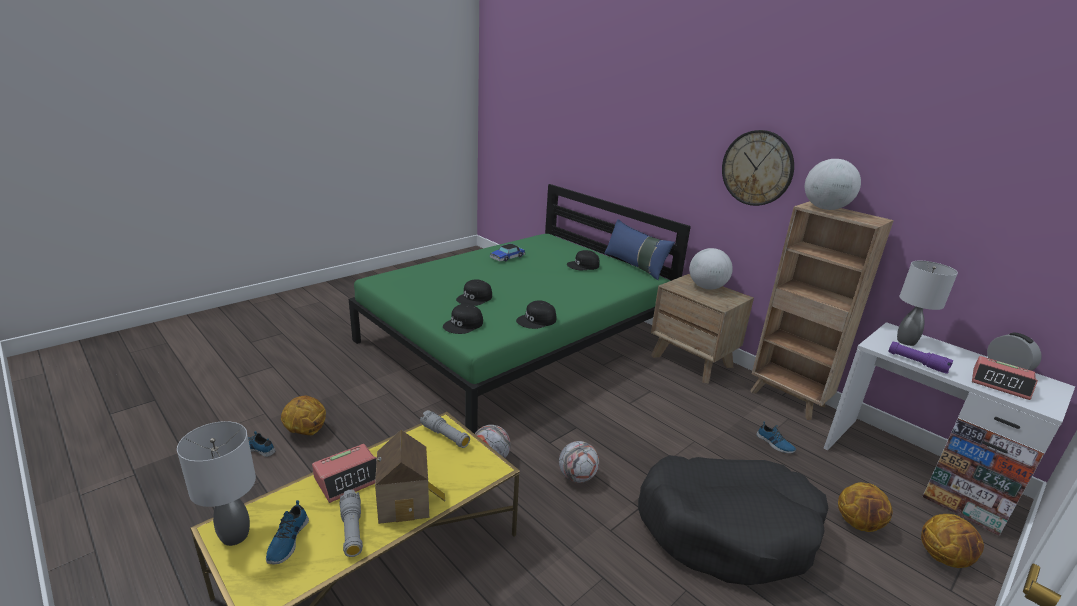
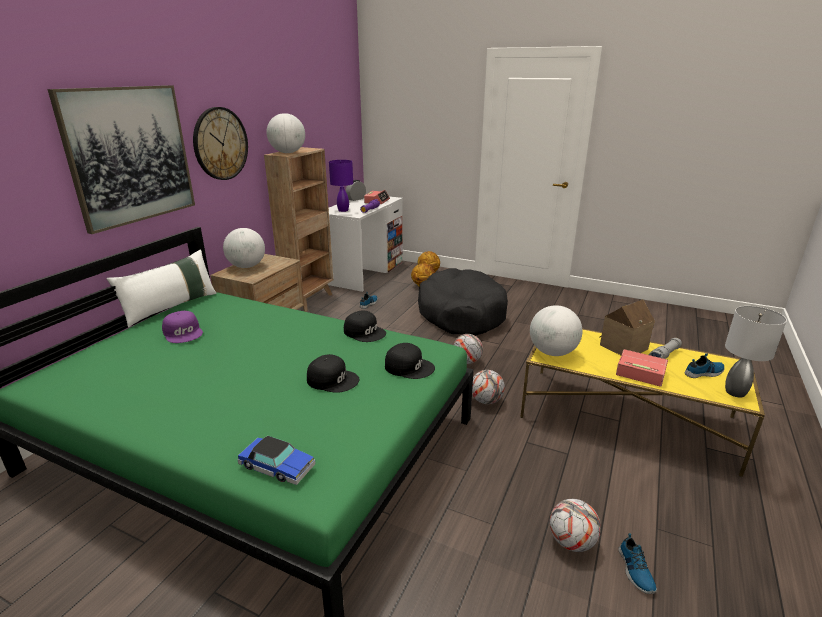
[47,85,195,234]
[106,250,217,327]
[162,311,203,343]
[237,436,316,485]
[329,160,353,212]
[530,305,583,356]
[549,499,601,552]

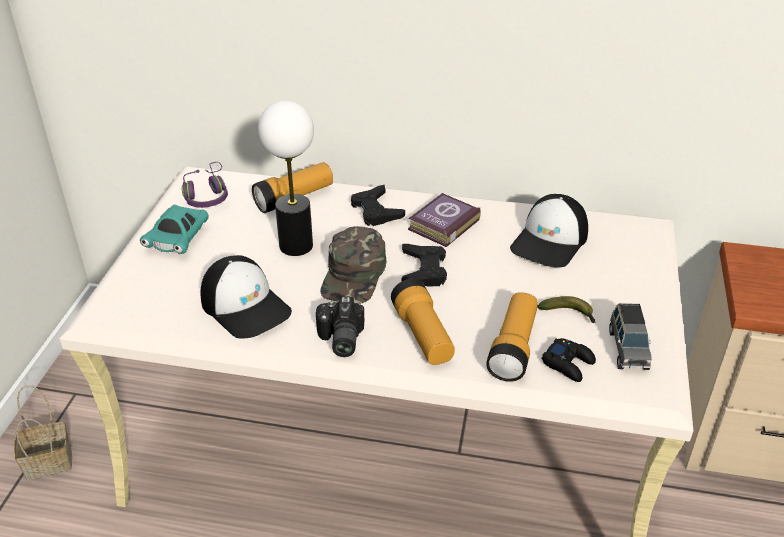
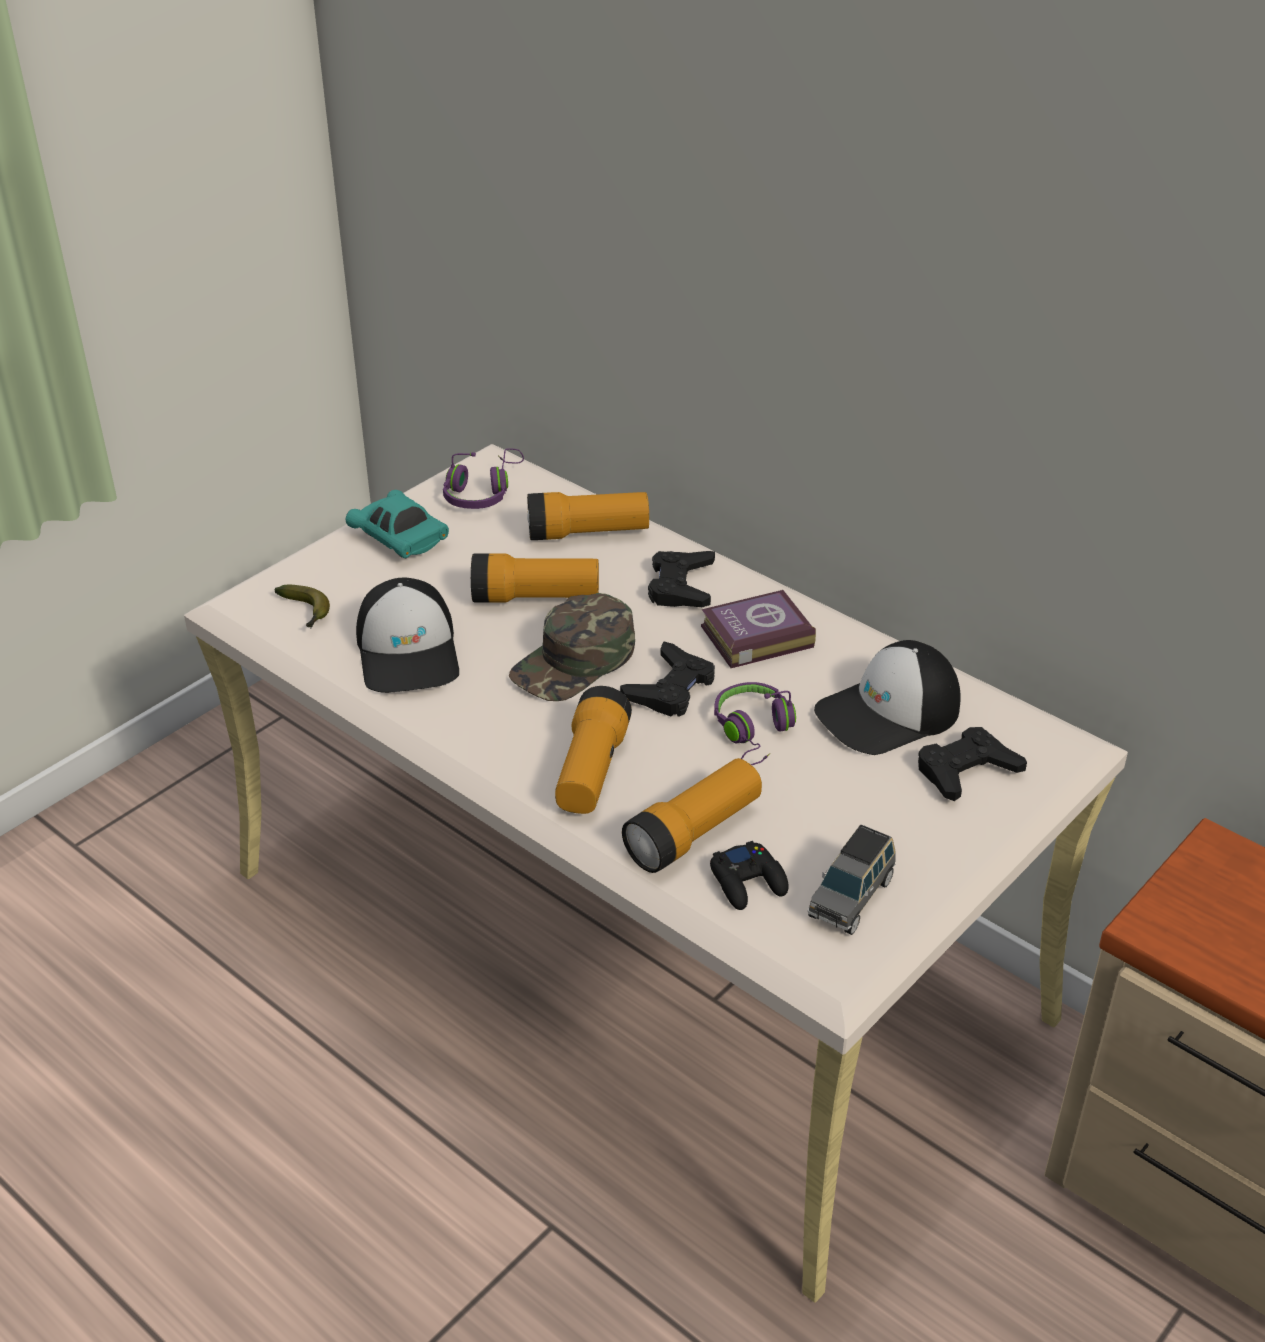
[274,584,330,629]
[345,490,449,558]
[471,553,599,603]
[714,682,796,765]
[918,727,1027,801]
[14,385,72,480] (first image)
[316,296,364,357] (first image)

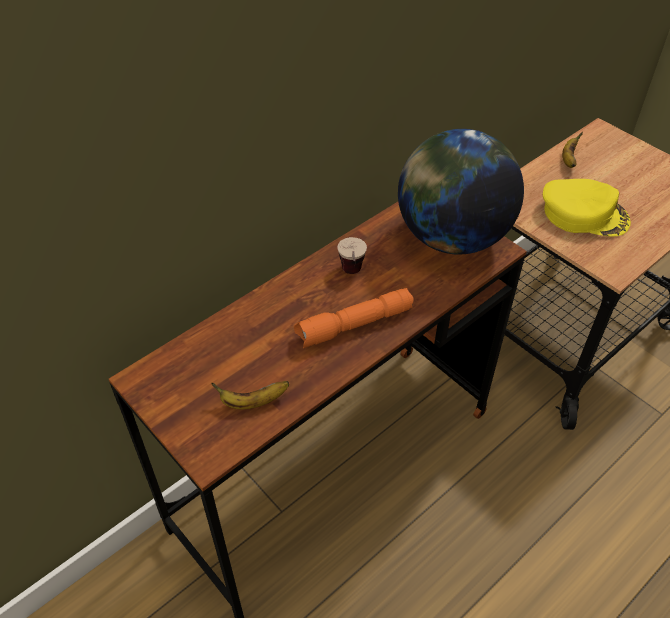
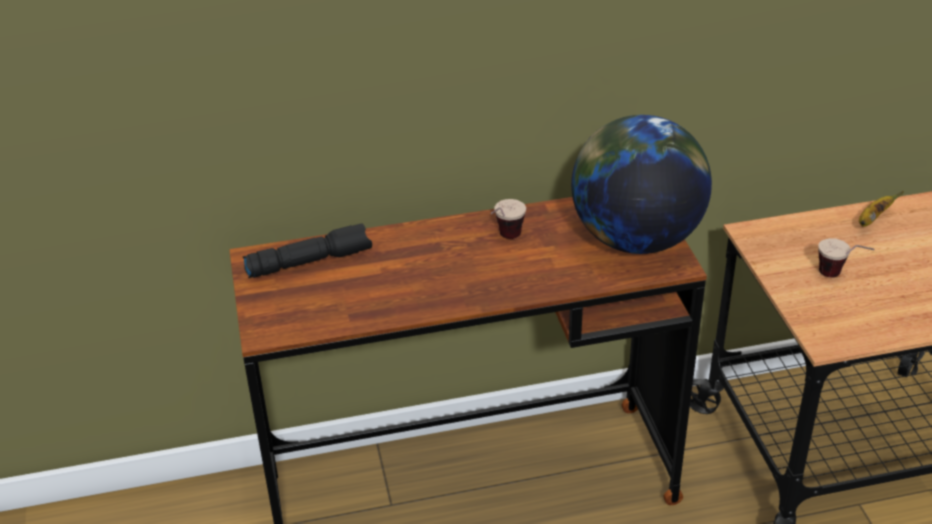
[243,224,372,278]
[818,238,875,278]
[211,381,289,410] (first image)
[294,288,414,348] (first image)

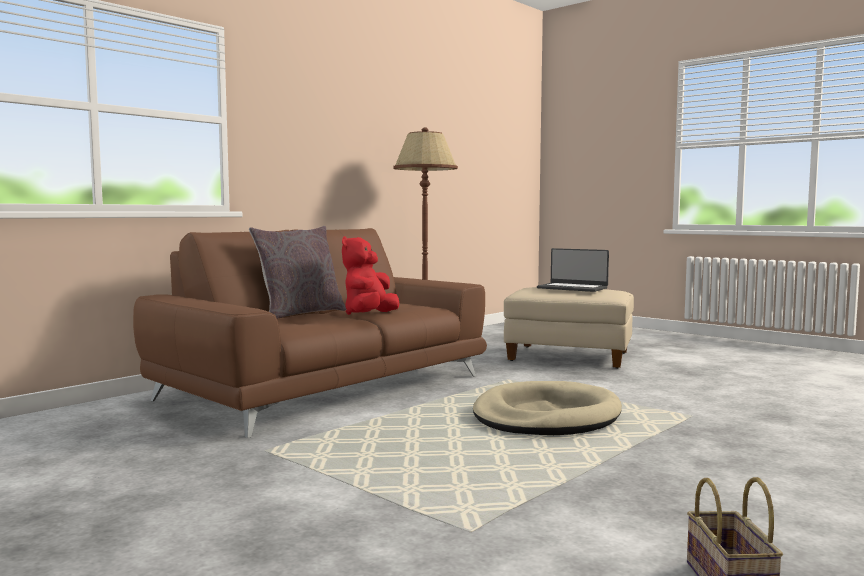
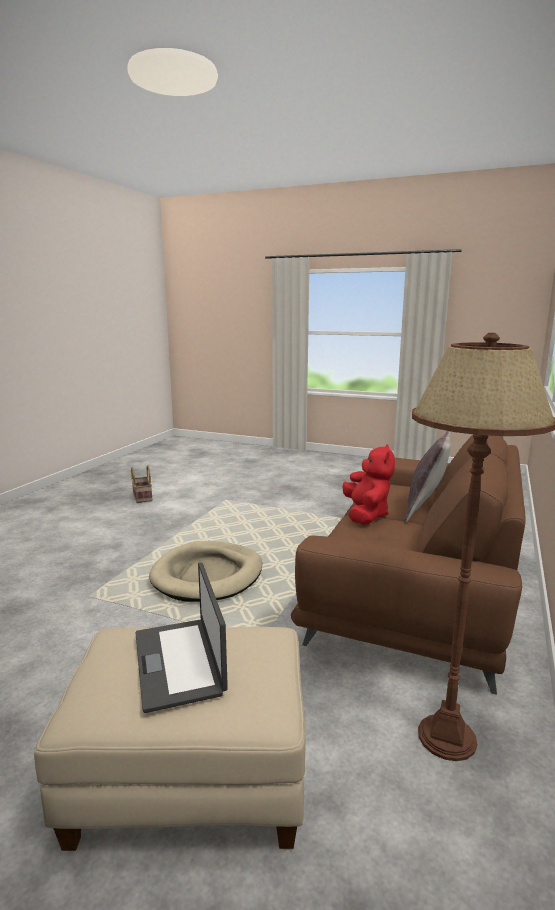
[135,562,228,713]

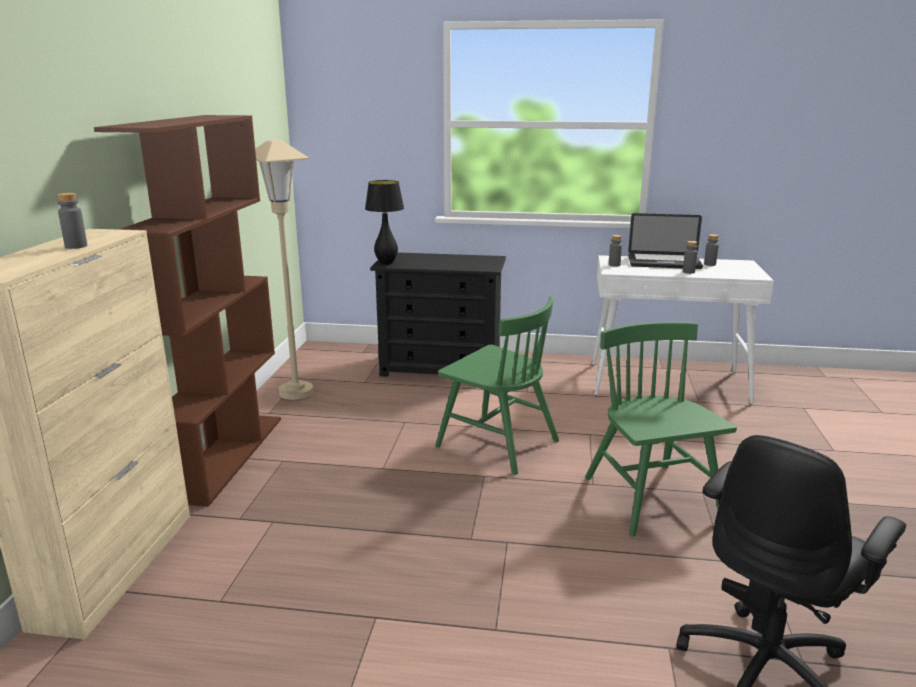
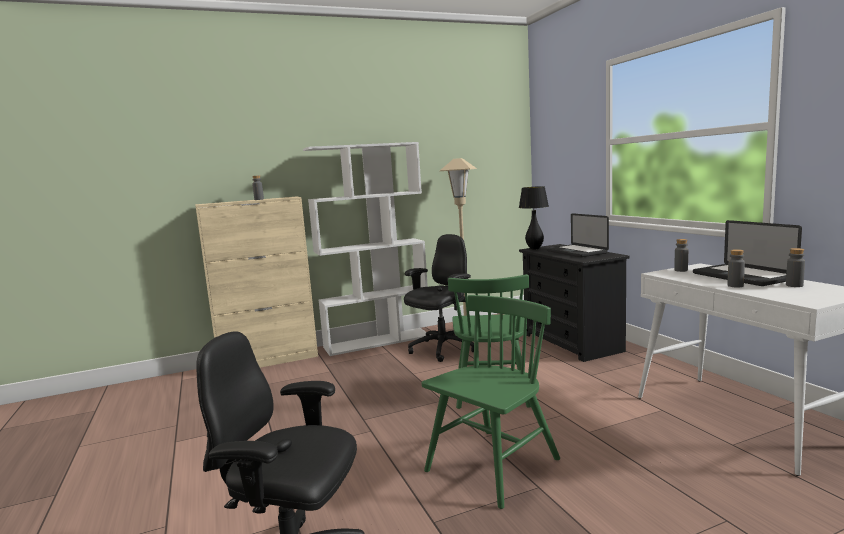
[303,142,428,356]
[404,234,474,362]
[546,213,609,257]

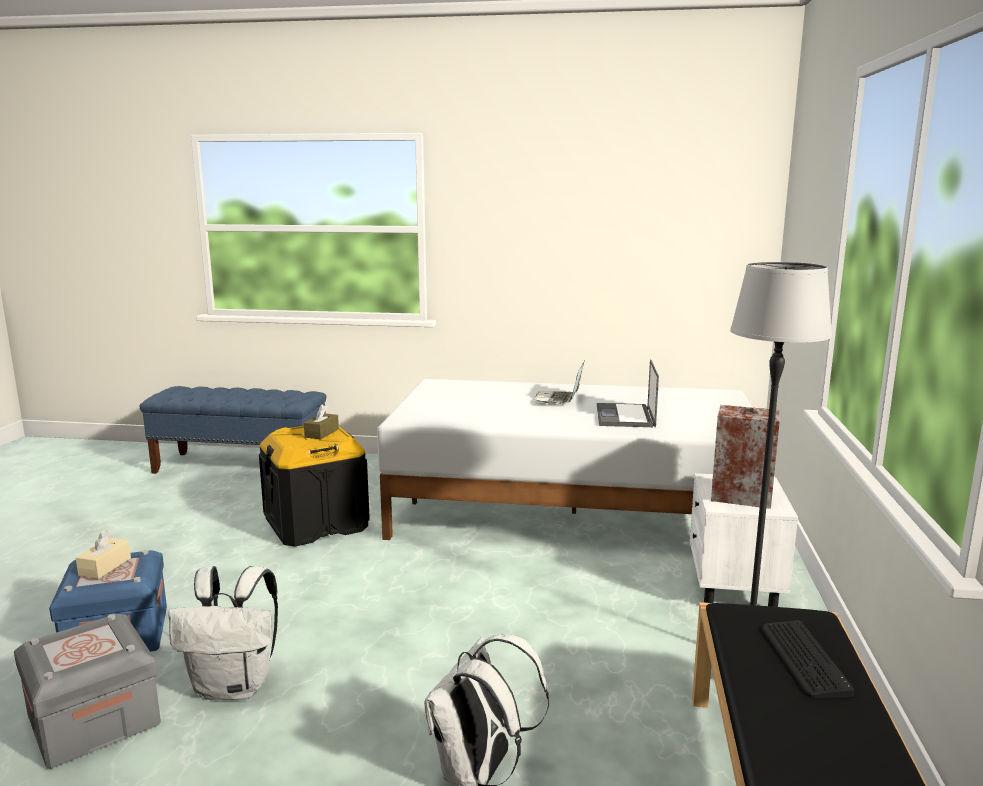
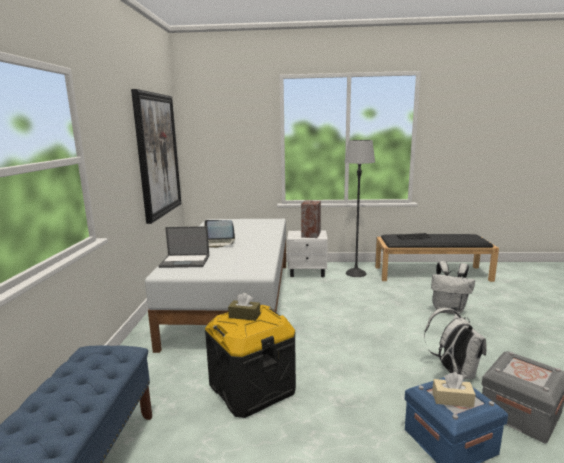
[131,89,181,224]
[159,226,209,268]

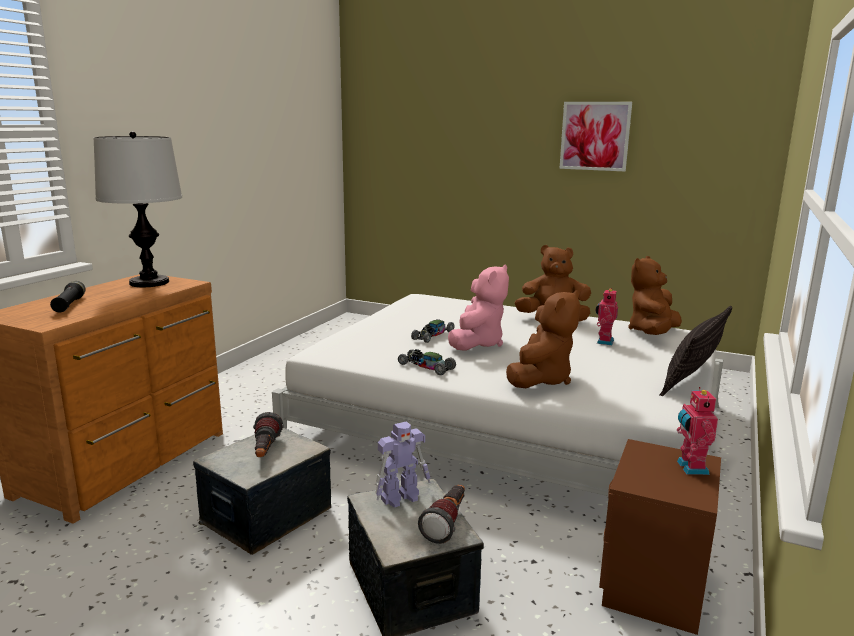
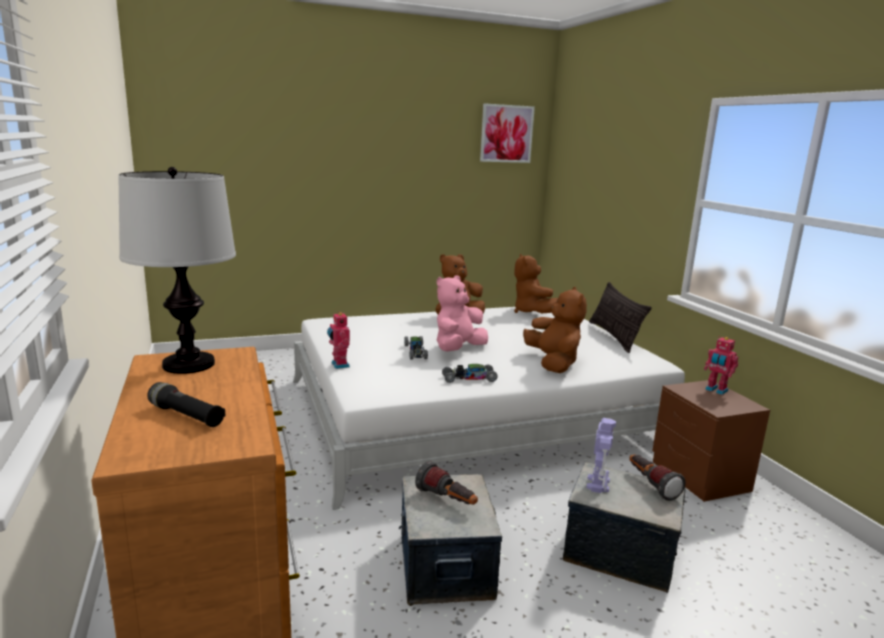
[327,311,350,369]
[437,275,488,352]
[480,103,535,163]

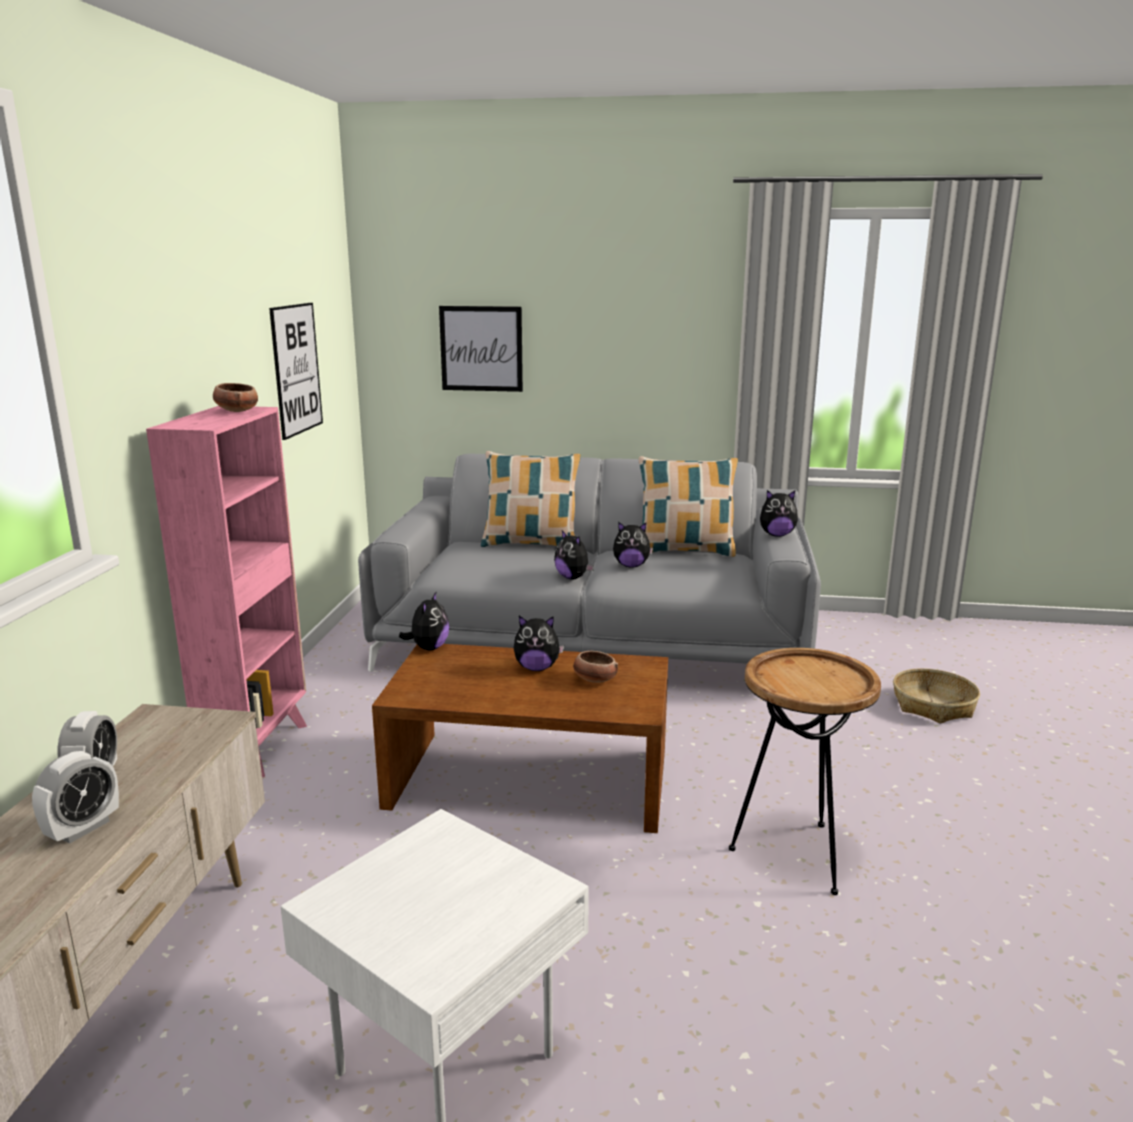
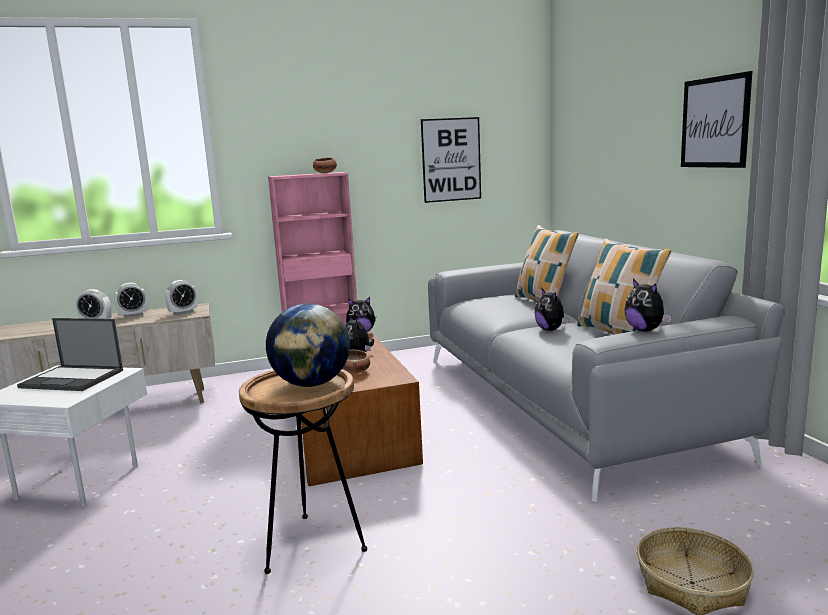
[17,318,123,391]
[165,280,198,315]
[266,303,350,387]
[681,71,752,168]
[554,530,594,579] (first image)

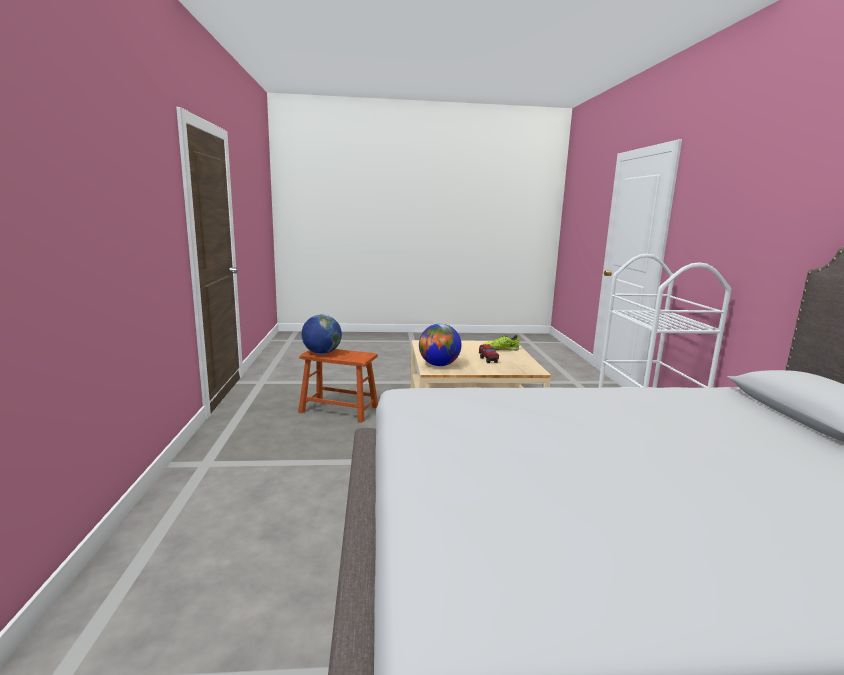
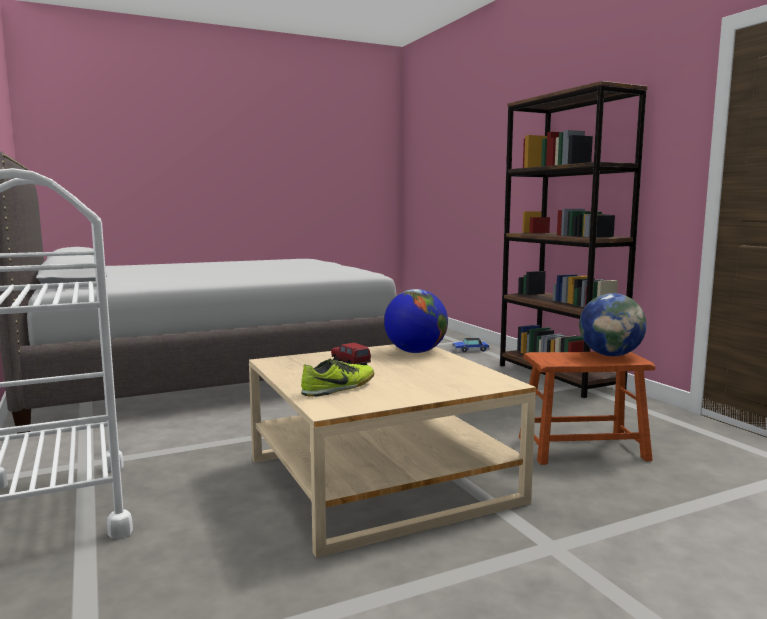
[452,338,489,352]
[500,81,648,398]

